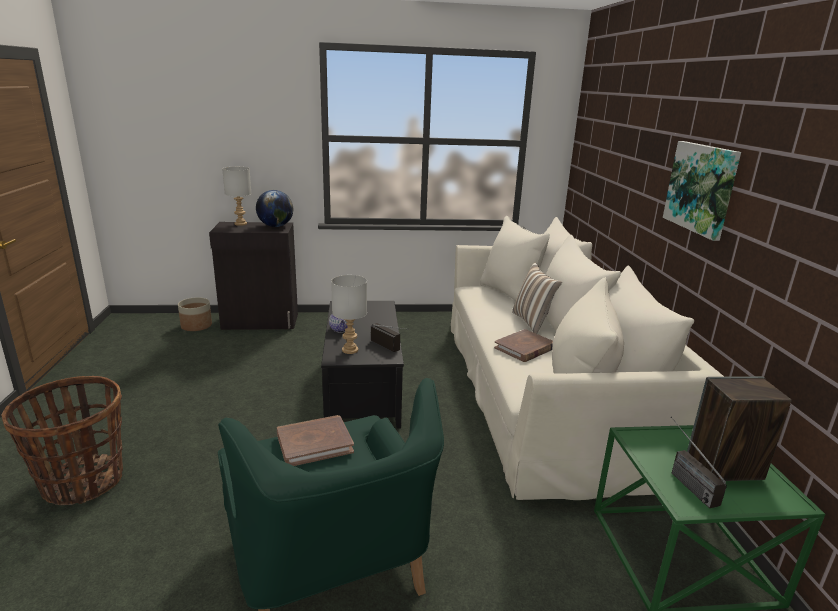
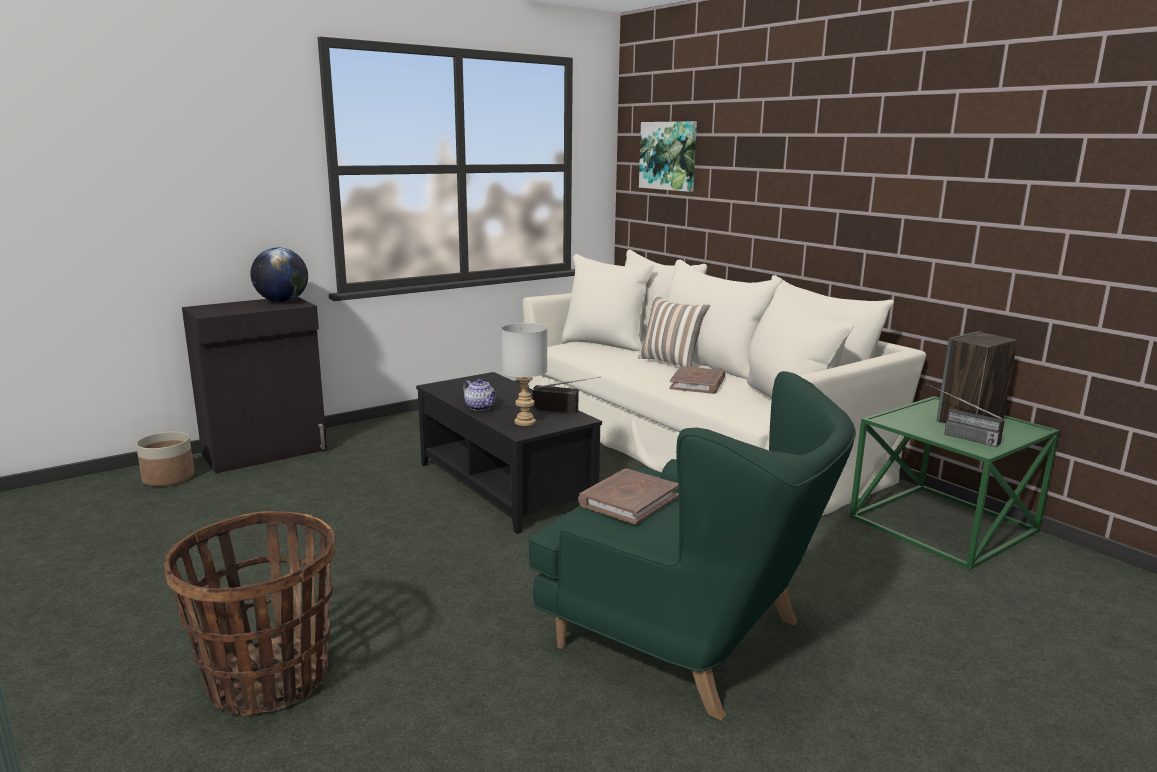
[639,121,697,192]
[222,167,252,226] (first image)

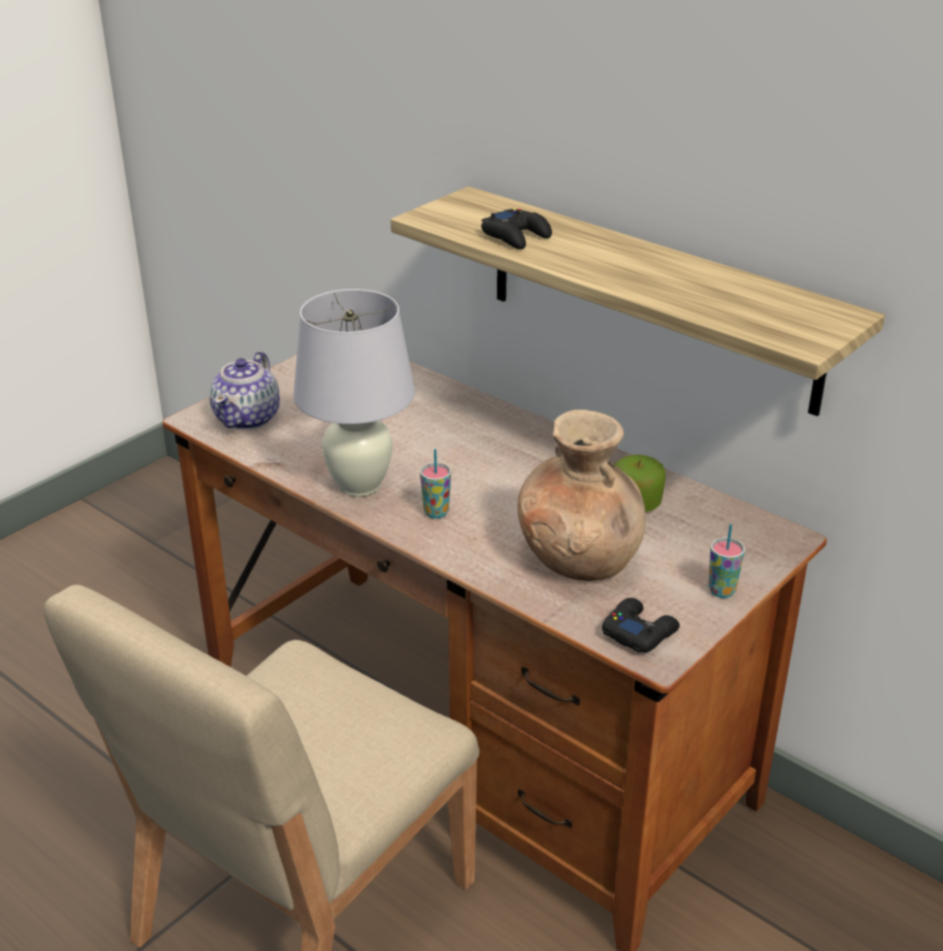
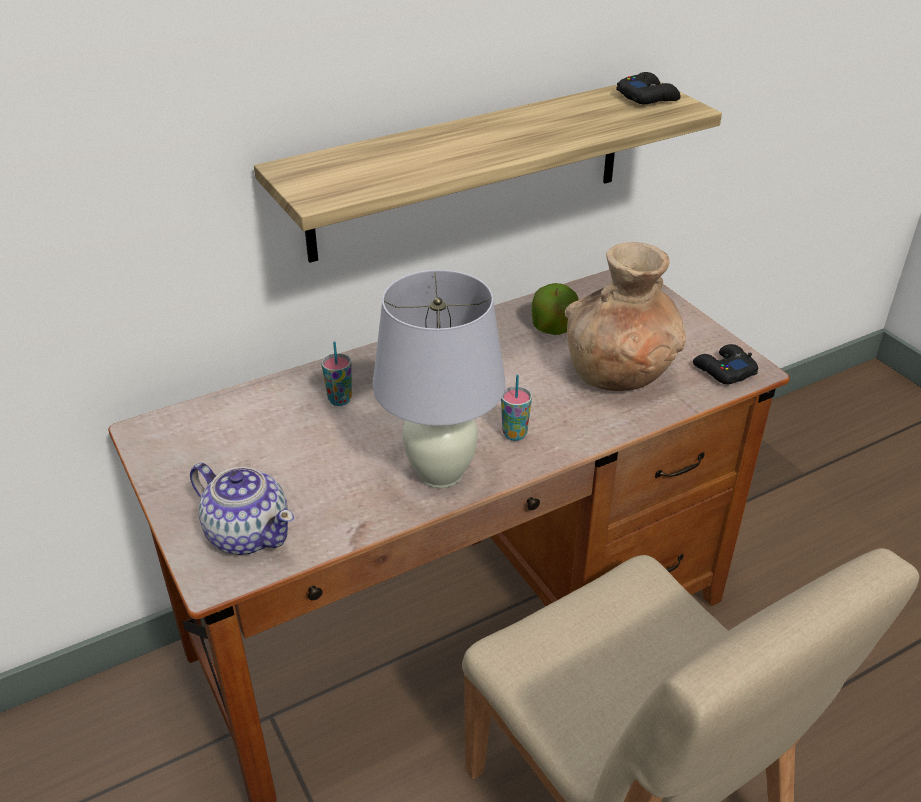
[321,341,352,406]
[616,72,681,104]

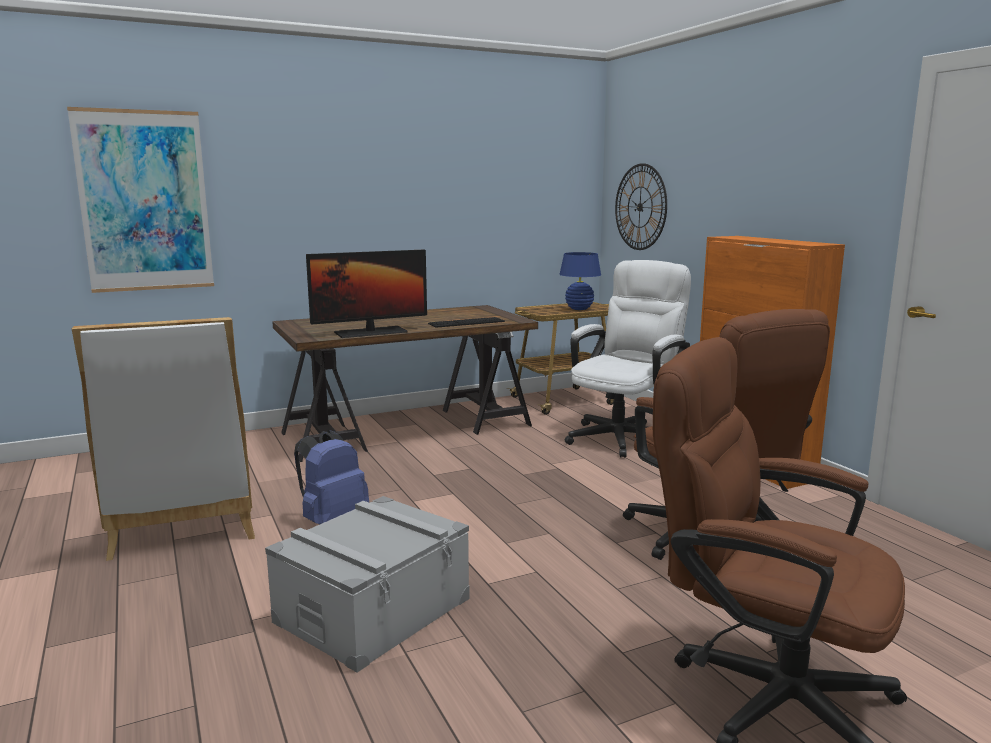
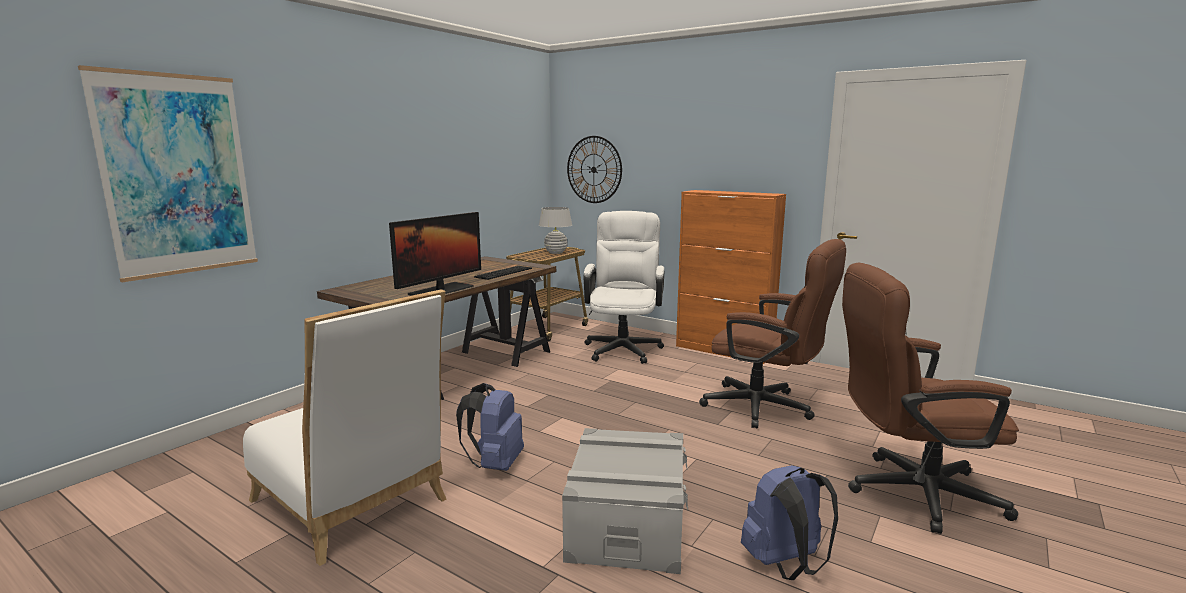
[539,207,572,254]
[741,465,838,580]

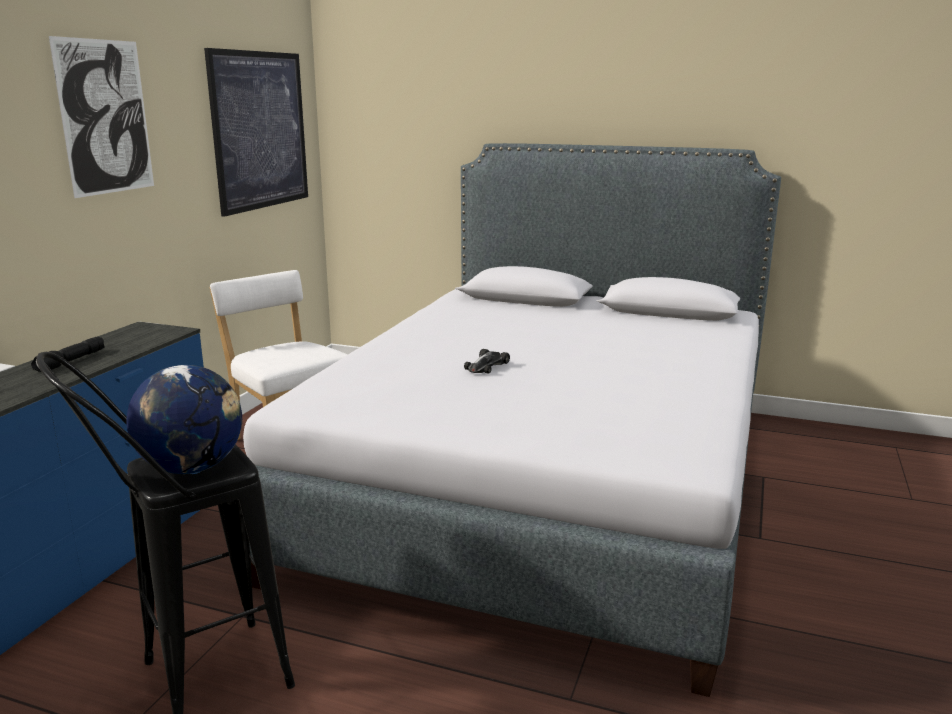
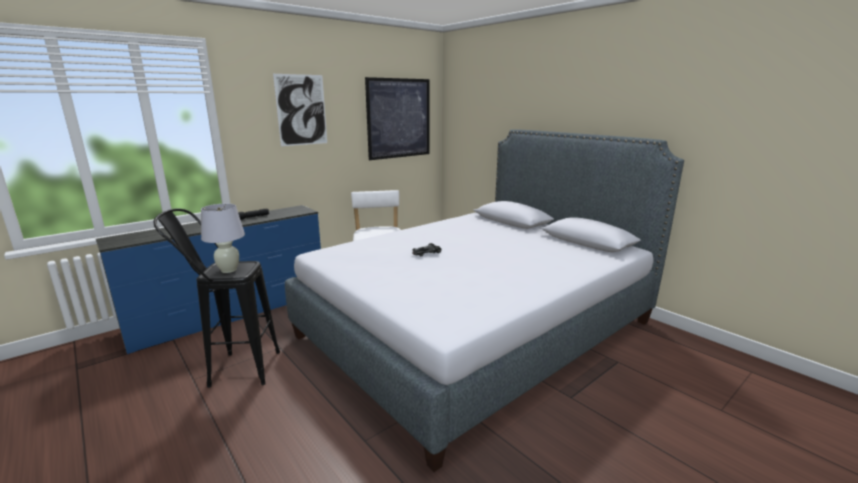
[201,204,245,273]

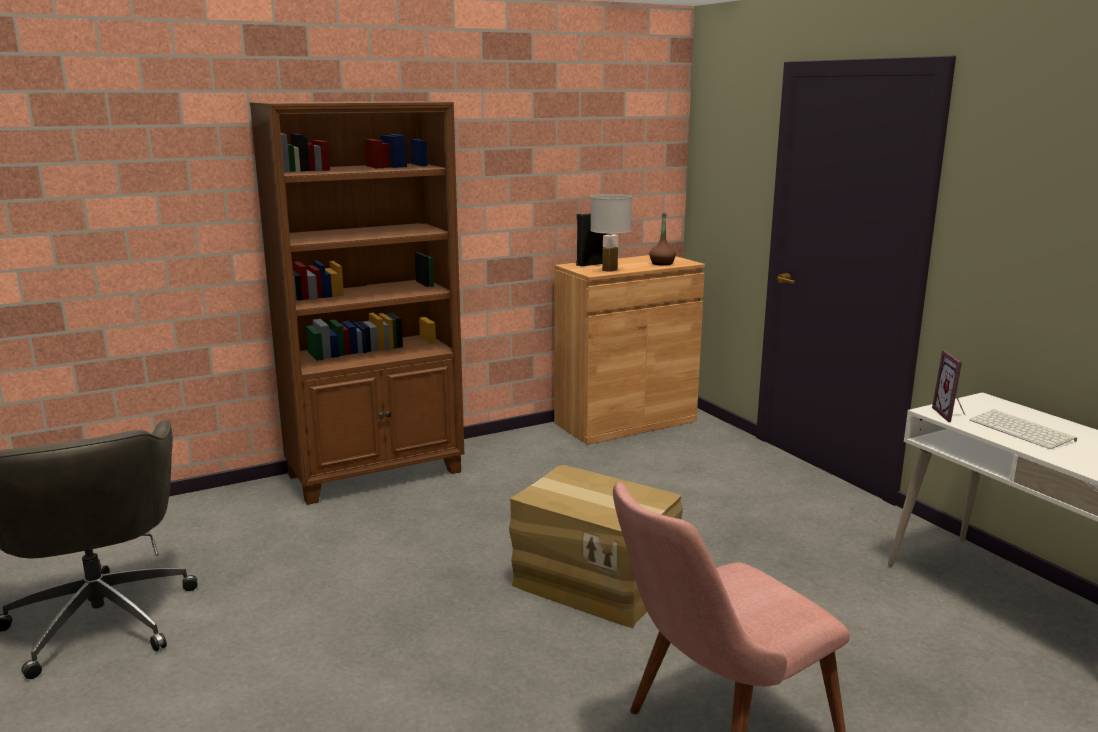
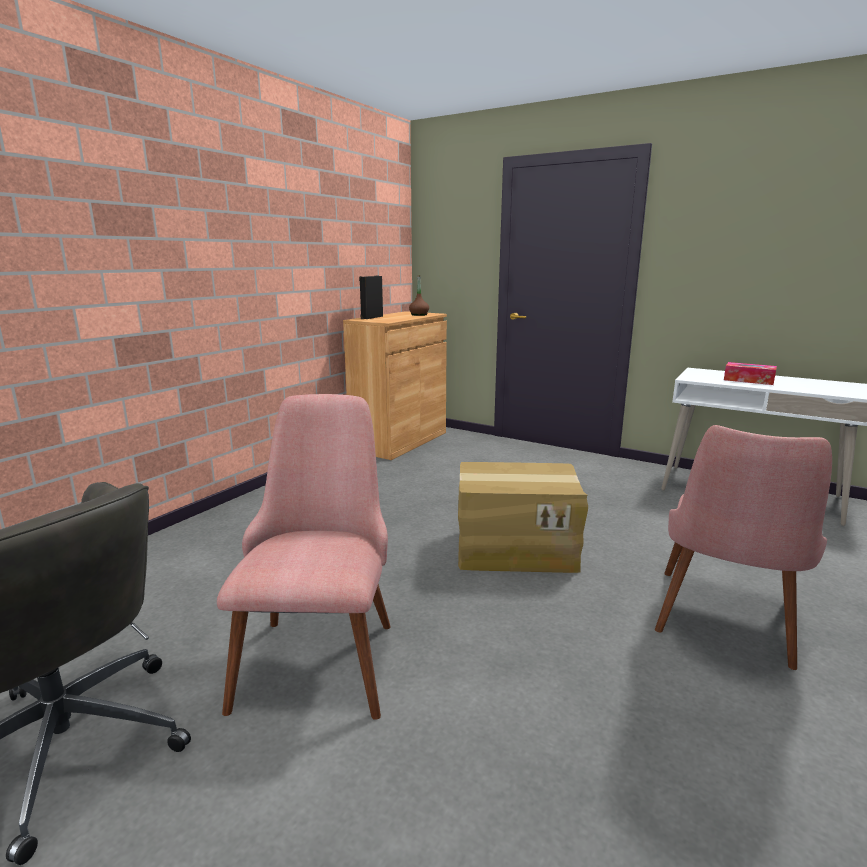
[217,394,391,720]
[724,362,777,385]
[250,101,464,505] (first image)
[590,194,632,272] (first image)
[932,350,965,422] (first image)

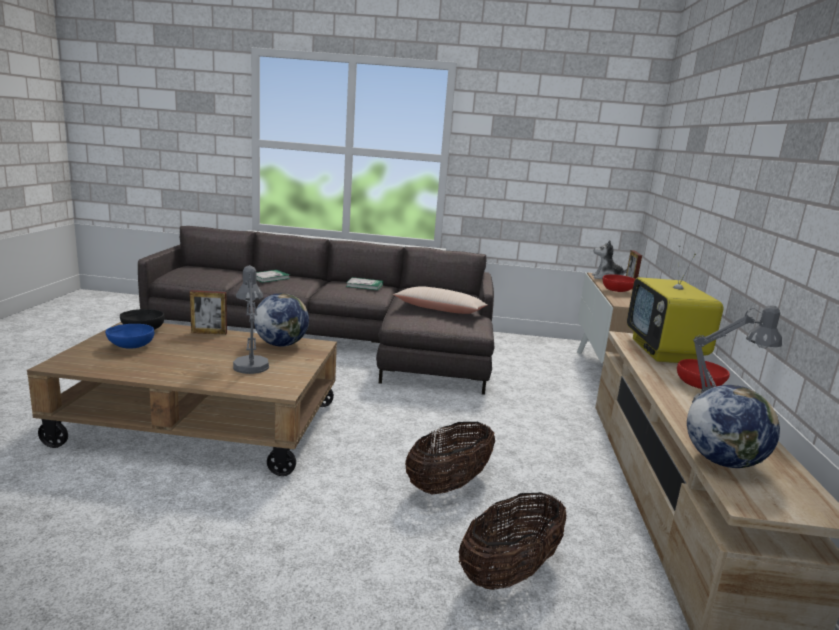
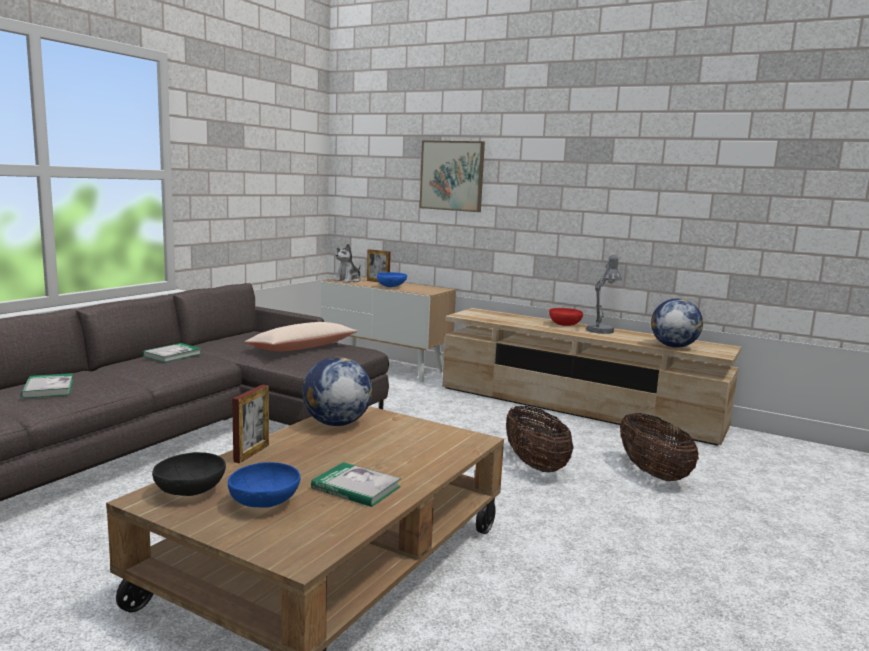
[311,462,401,507]
[377,272,407,287]
[420,140,485,212]
[233,265,269,374] (first image)
[627,245,724,363] (first image)

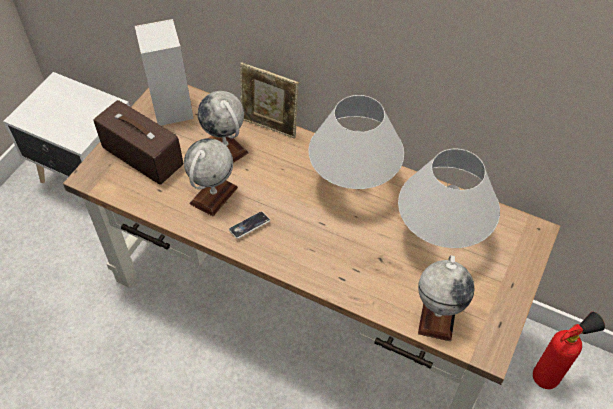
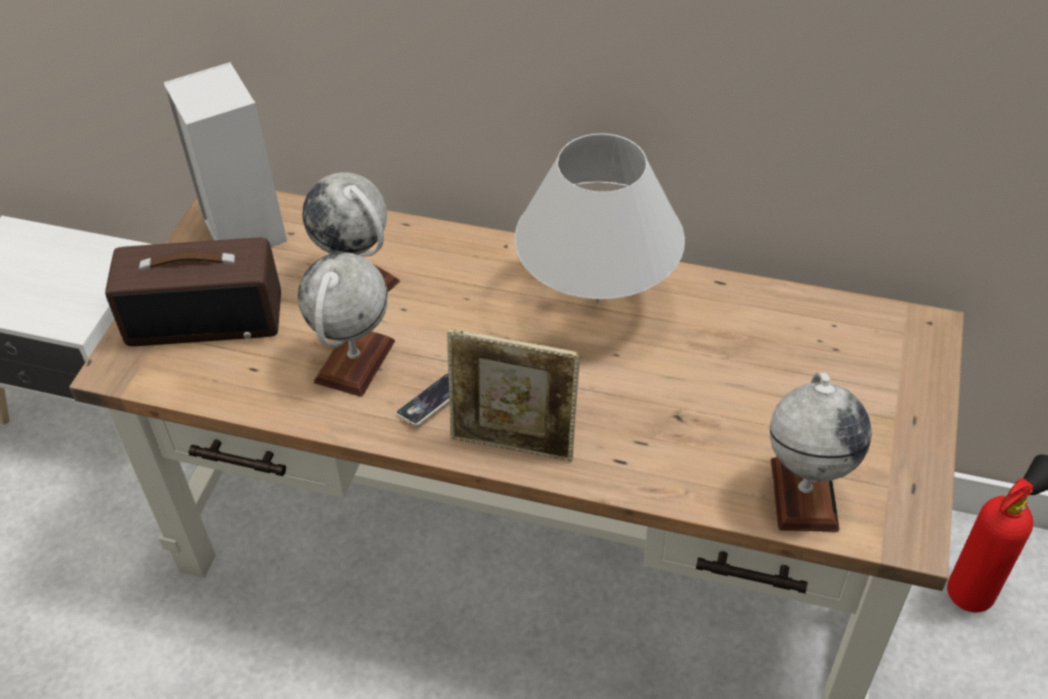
[105,238,281,346]
[447,329,580,461]
[398,149,500,248] (first image)

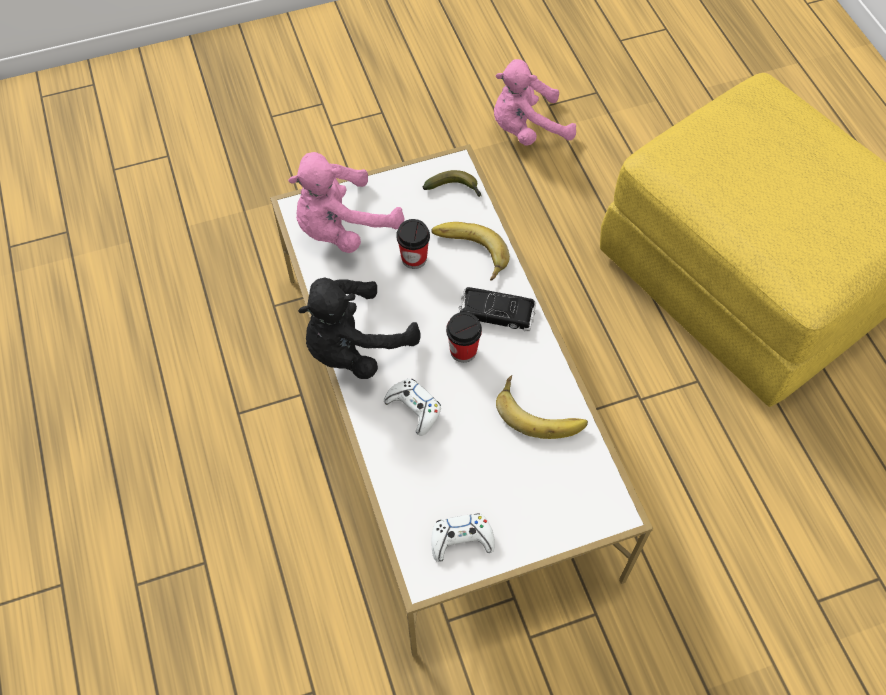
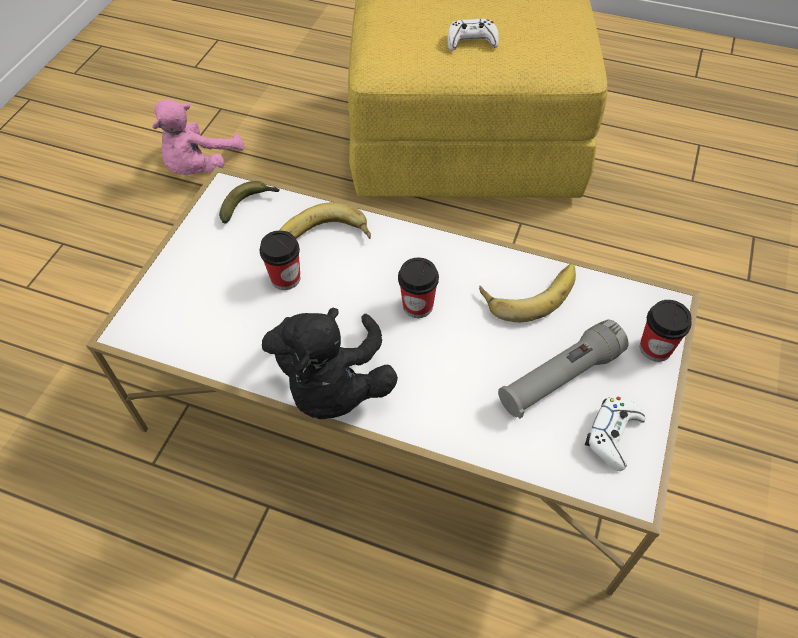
[448,19,499,51]
[498,319,629,419]
[640,300,692,362]
[288,152,404,253] (first image)
[458,287,536,332] (first image)

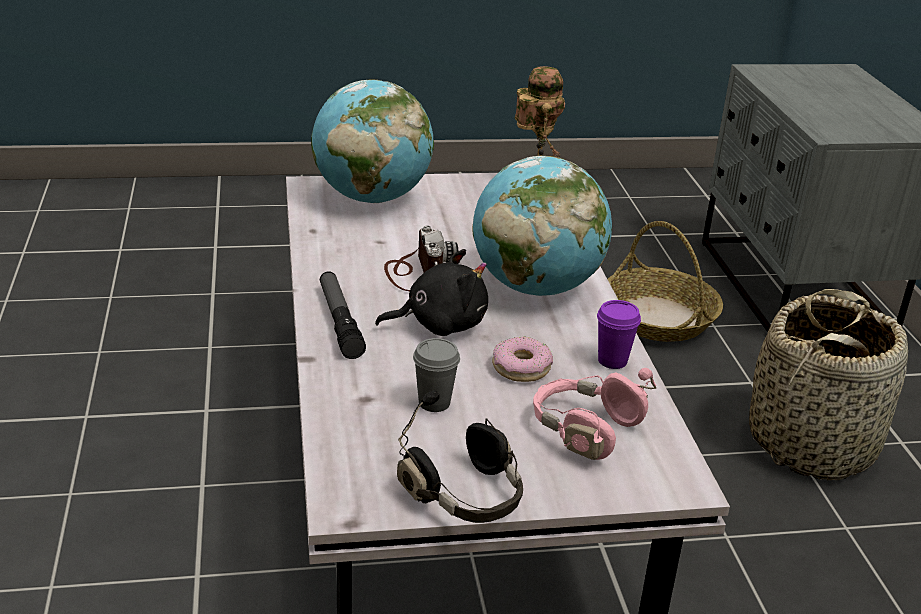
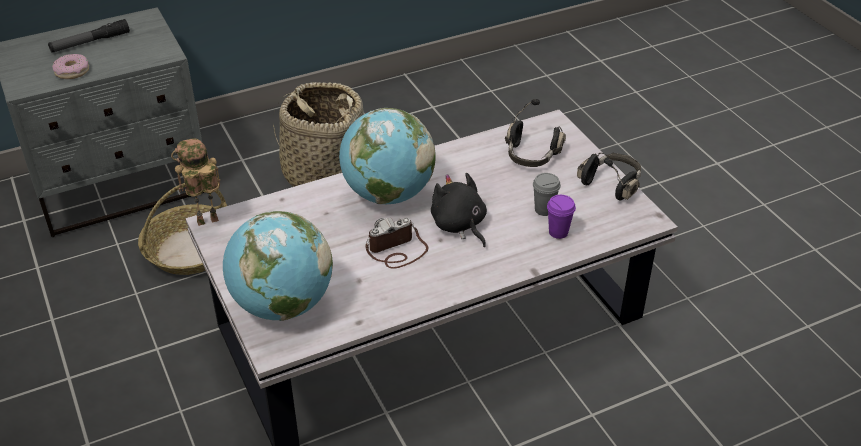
[48,19,130,53]
[52,54,89,79]
[505,99,566,167]
[547,195,576,239]

